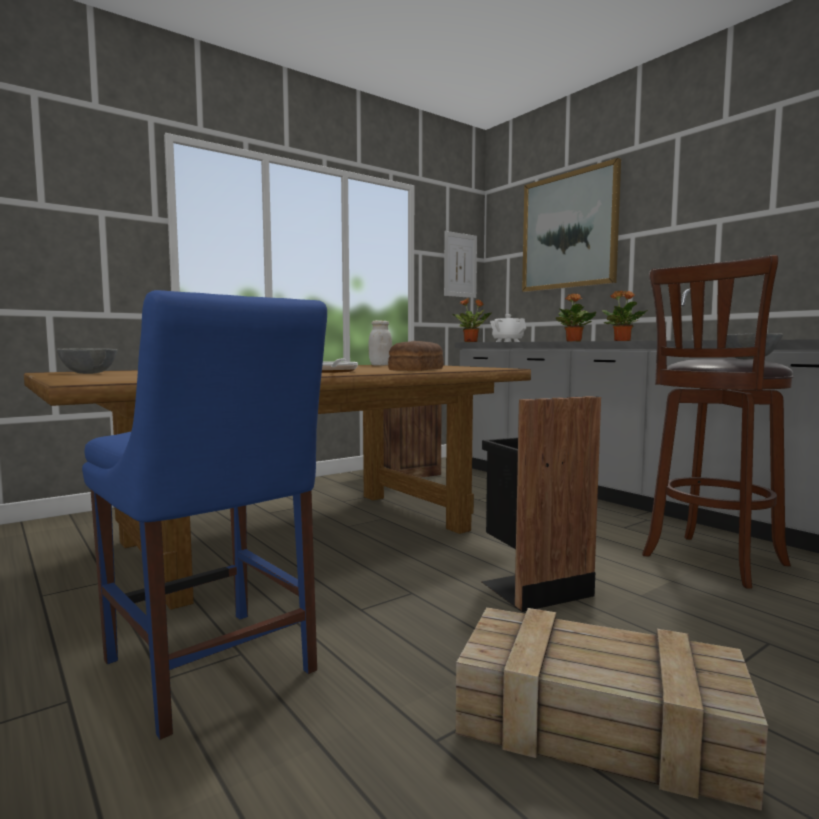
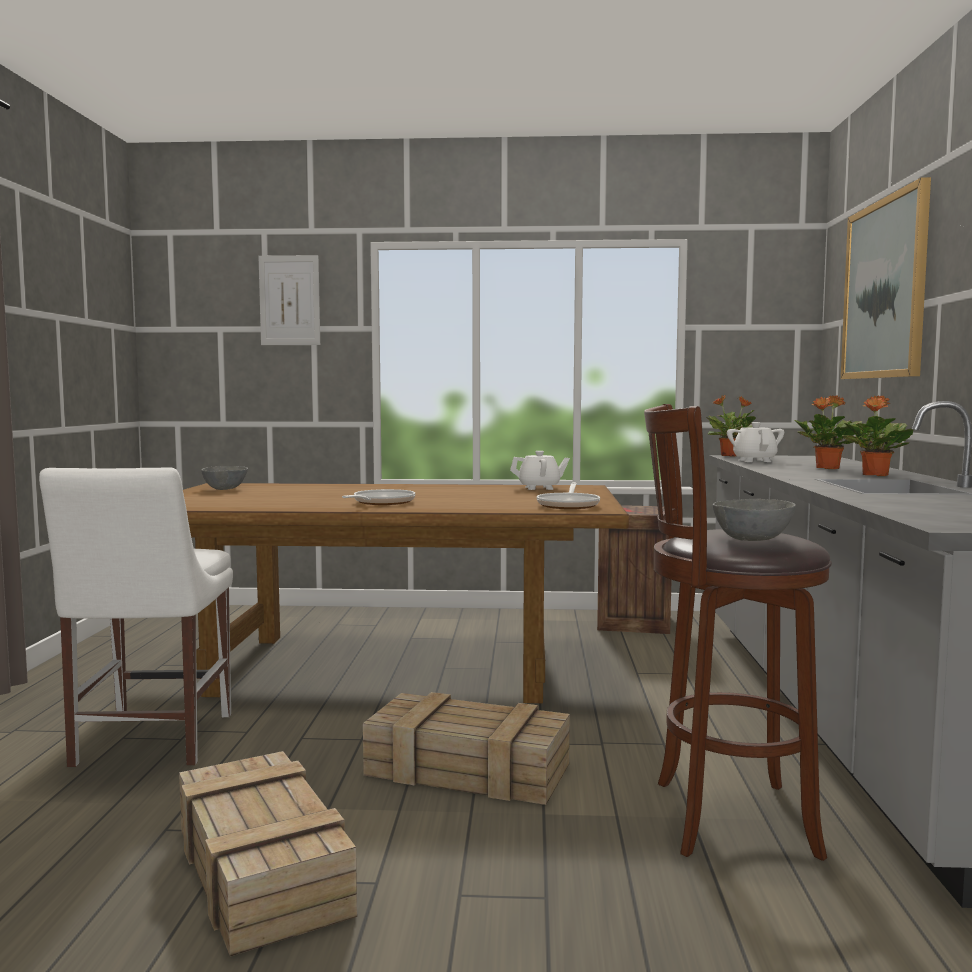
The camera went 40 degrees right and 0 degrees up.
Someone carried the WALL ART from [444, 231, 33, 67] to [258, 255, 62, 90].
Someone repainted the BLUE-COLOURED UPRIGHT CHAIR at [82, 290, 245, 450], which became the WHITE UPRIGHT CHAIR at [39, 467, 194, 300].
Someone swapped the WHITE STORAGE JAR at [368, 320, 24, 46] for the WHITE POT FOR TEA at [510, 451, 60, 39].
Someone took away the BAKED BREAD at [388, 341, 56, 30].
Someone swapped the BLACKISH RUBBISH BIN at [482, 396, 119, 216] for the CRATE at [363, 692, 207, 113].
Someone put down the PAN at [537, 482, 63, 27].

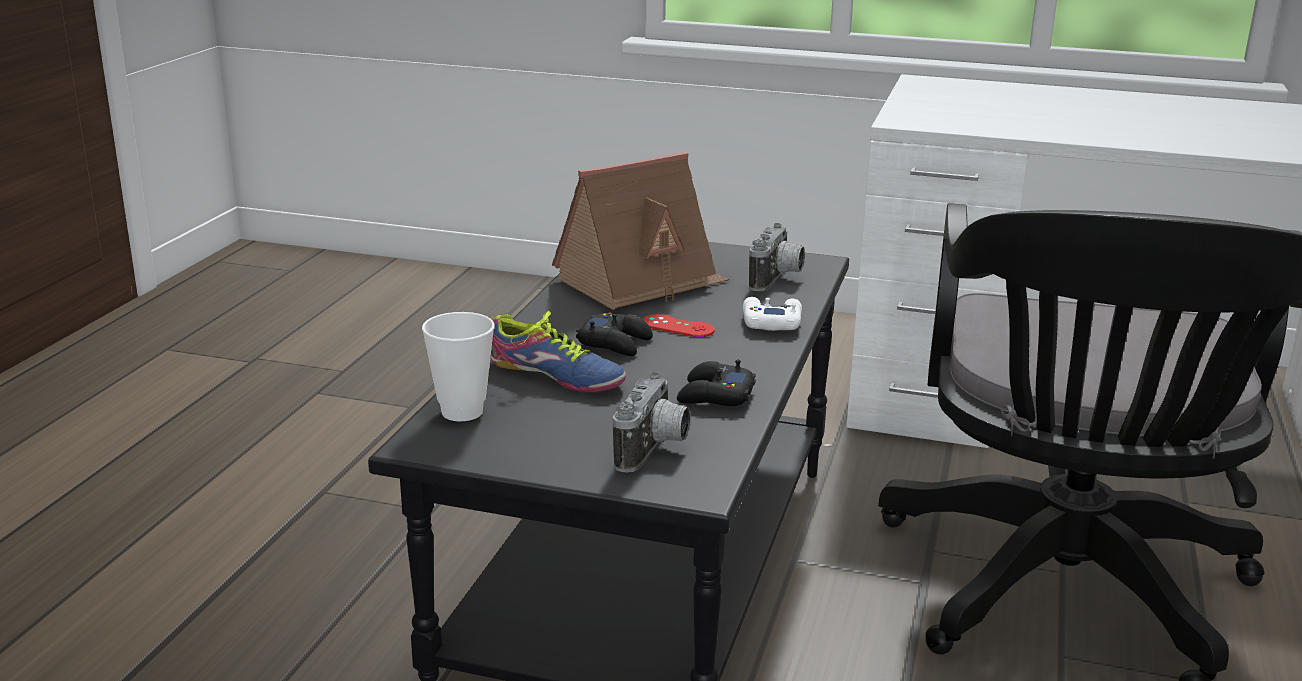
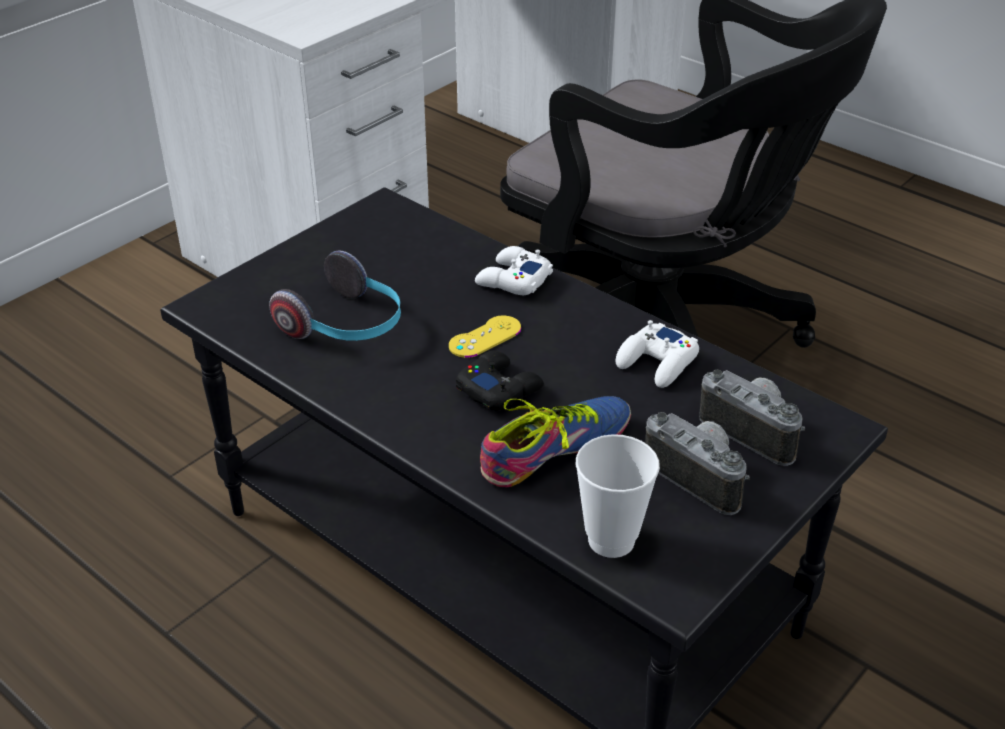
The camera went 65 degrees left and 15 degrees up.
Someone swapped the MINIATURE HOUSE at [552, 152, 177, 158] for the HEADSET at [269, 251, 132, 90].
Someone carried the STILL CAMERA from [749, 223, 56, 68] to [645, 412, 105, 103].
Someone repainted the REDDISH JOYPAD at [643, 314, 72, 23], which became the YELLOW-COLOURED JOYPAD at [449, 316, 72, 42].
Someone repainted the BLACKISH JOYPAD at [677, 360, 79, 46], which became the WHITE JOYPAD at [616, 320, 83, 68].

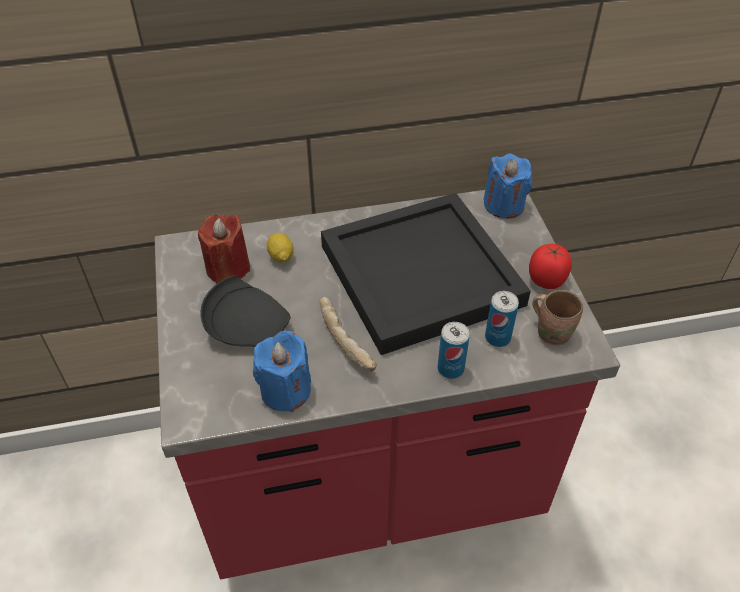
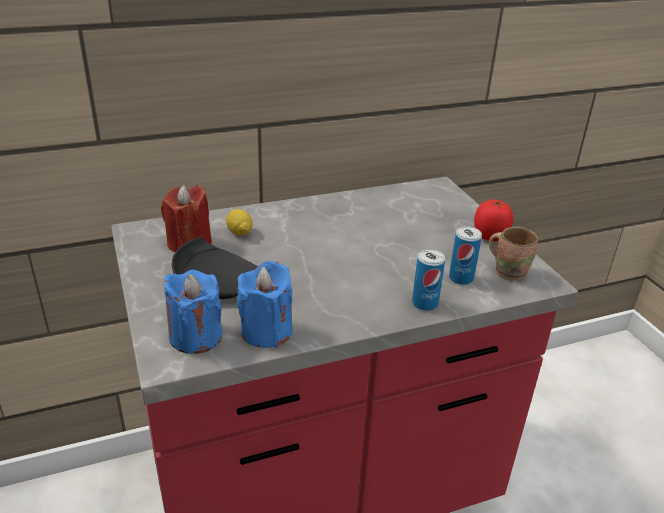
The camera went 10 degrees left and 15 degrees down.
Someone carried the BLUE-COLOURED WAX CANDLE from [484, 154, 48, 65] to [164, 270, 58, 84].
Someone took away the BLACKISH CARRYING TRAY at [321, 193, 210, 162].
Someone took away the BAKED BREAD at [320, 297, 57, 74].

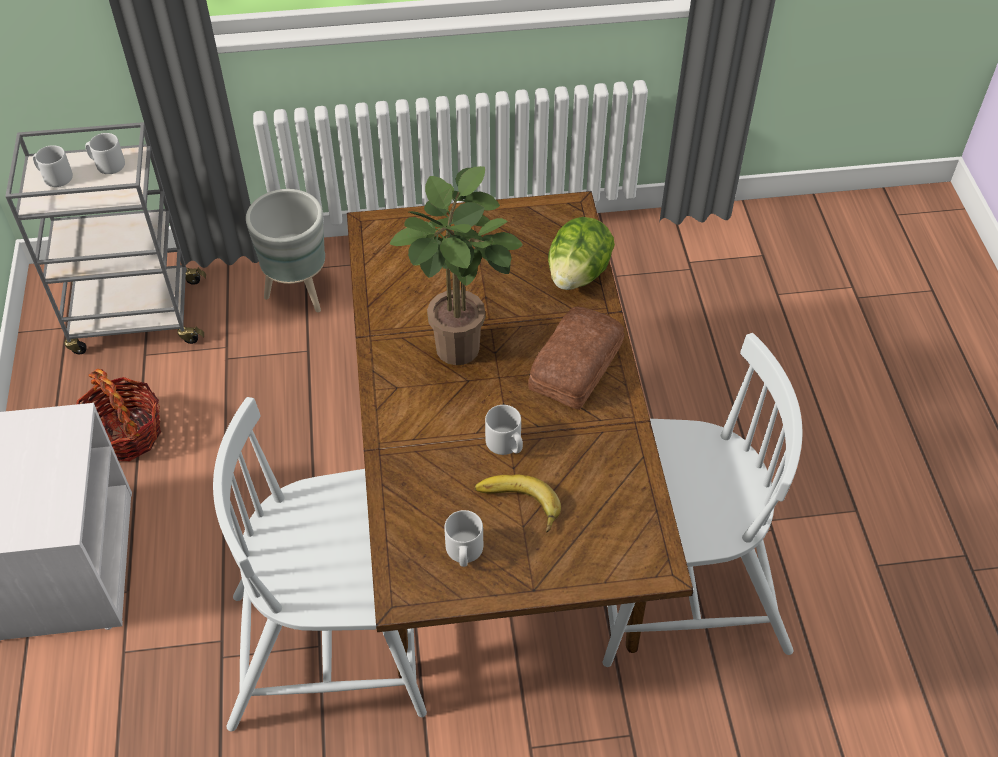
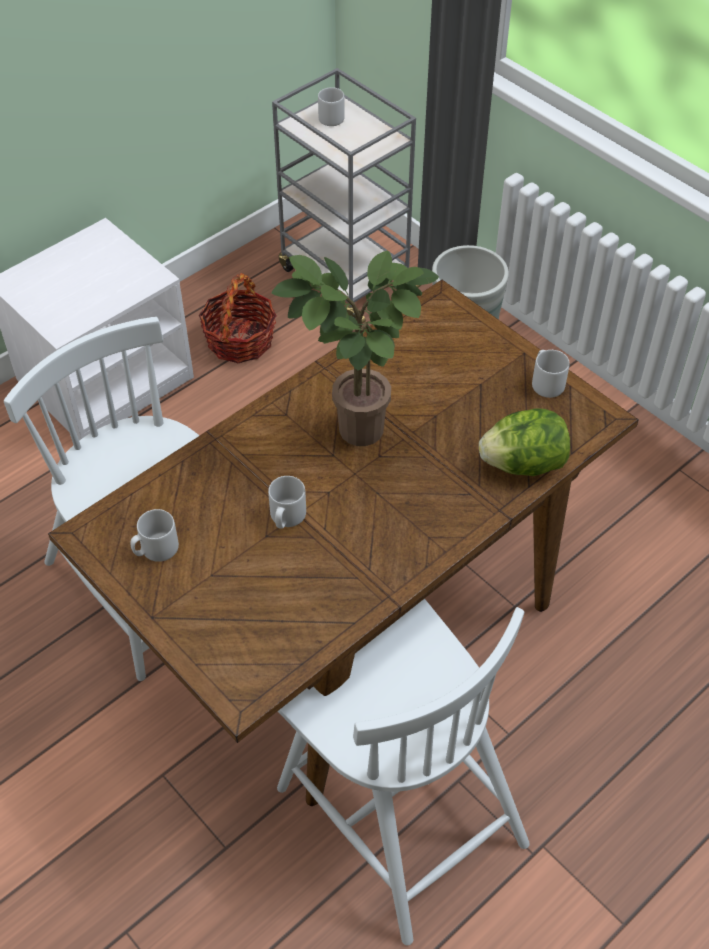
The camera went 55 degrees right and 0 degrees up.
Someone carried the GREY TEA MUG from [85, 133, 40, 41] to [532, 350, 38, 48].
Someone took away the BAKED BREAD at [528, 307, 97, 103].
Someone took away the WHOLE BANANA at [475, 474, 86, 59].

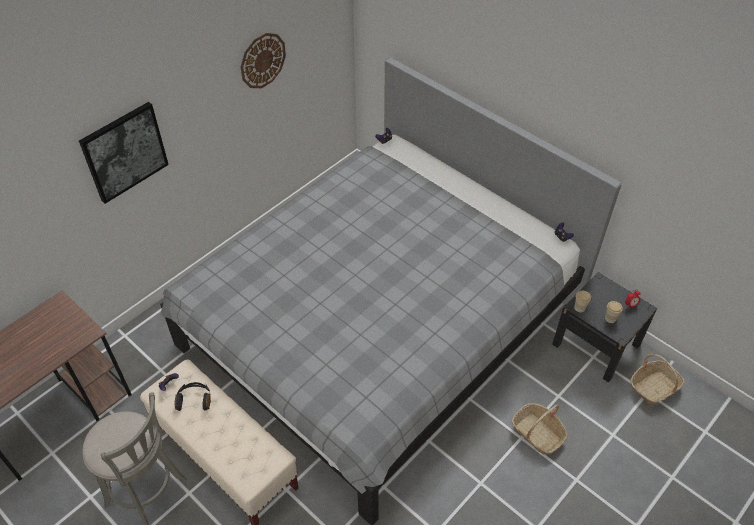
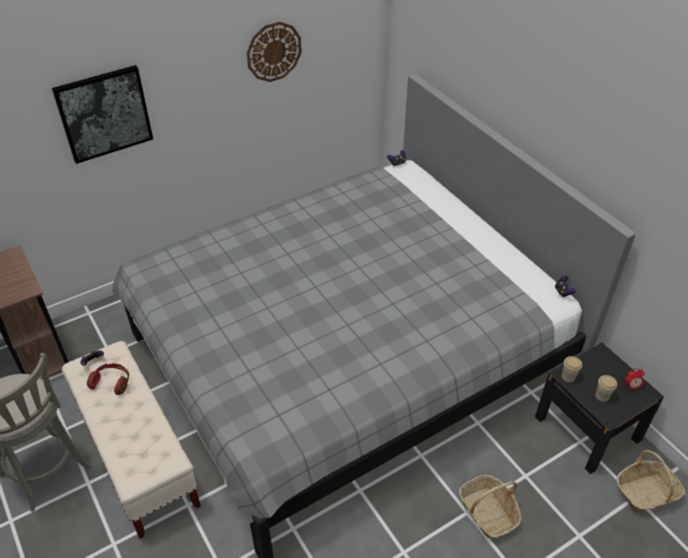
The camera went 15 degrees right and 5 degrees down.
Someone repainted the BLACKISH HEADSET at [175, 382, 36, 29], which became the REDDISH HEADSET at [87, 363, 42, 32].

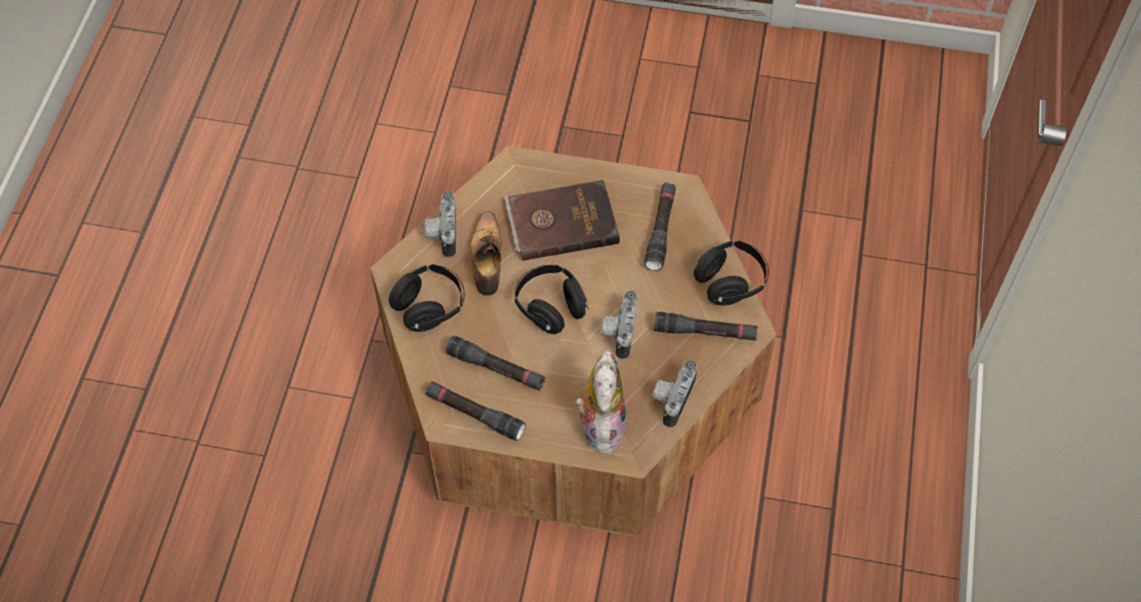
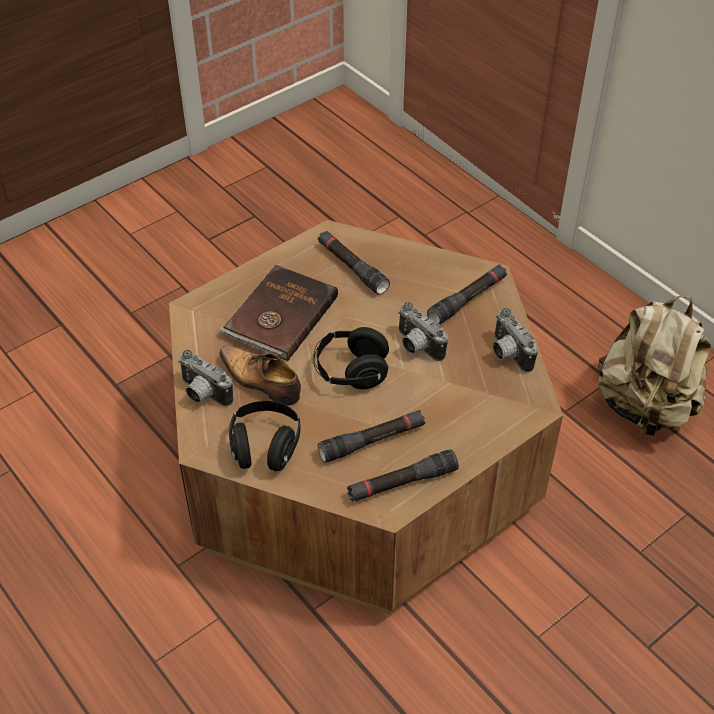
The camera went 50 degrees left and 10 degrees down.
Someone took away the BLACKISH HEADSET at [693, 240, 76, 66].
Someone took away the CUDDLY TOY at [575, 350, 52, 104].
Someone put down the BEIGE-COLOURED BACKPACK at [598, 295, 113, 141].

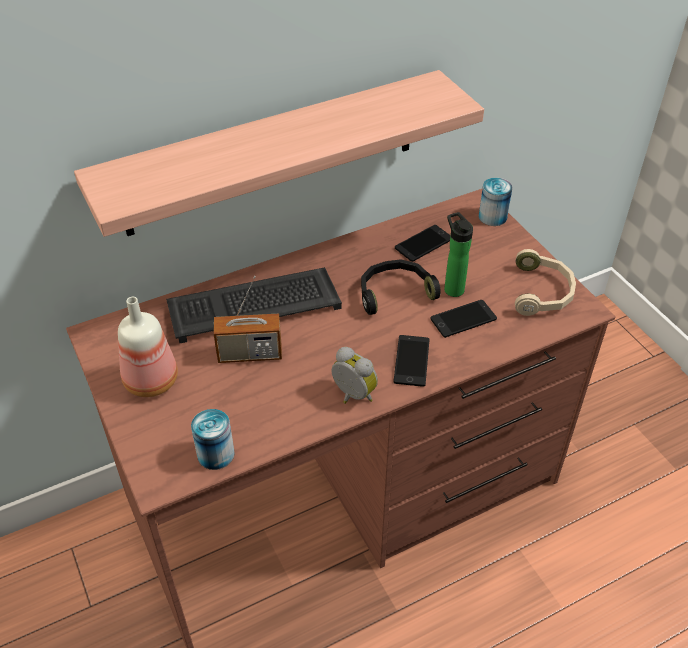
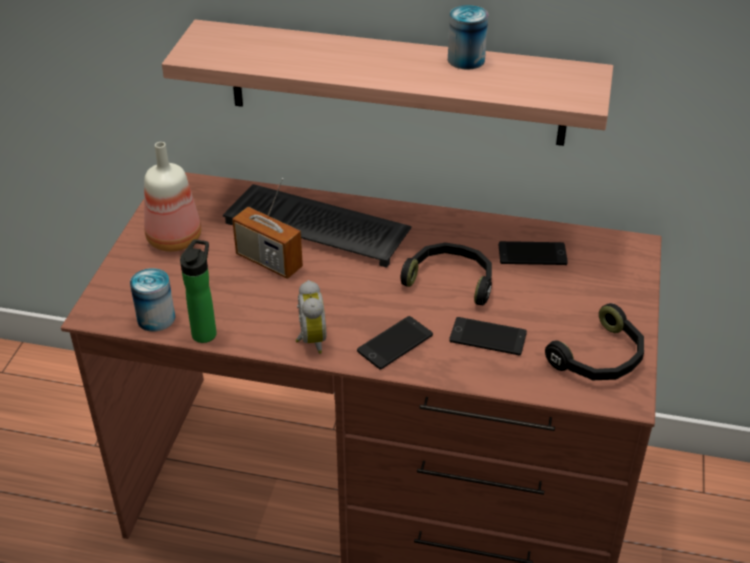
The camera went 40 degrees right and 5 degrees down.
Someone carried the SEALED CAN from [479, 178, 33, 48] to [448, 5, 40, 65].
Someone carried the BOTTLE from [444, 212, 29, 85] to [180, 239, 37, 104].
Someone repainted the BEIGE-COLOURED HEADSET at [515, 249, 61, 67], which became the BLACKISH HEADSET at [545, 303, 99, 77].

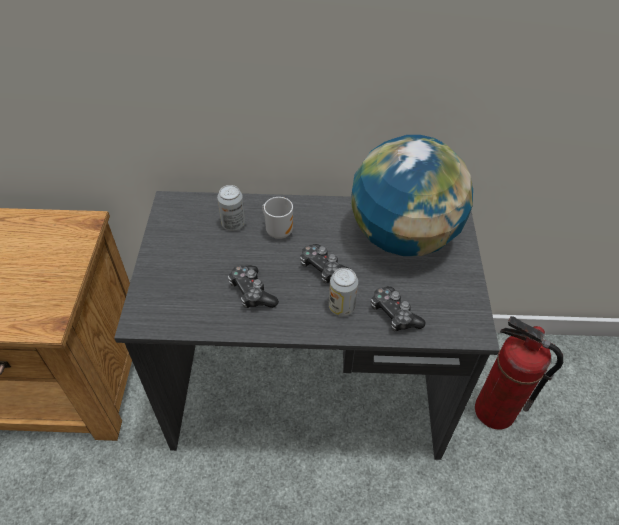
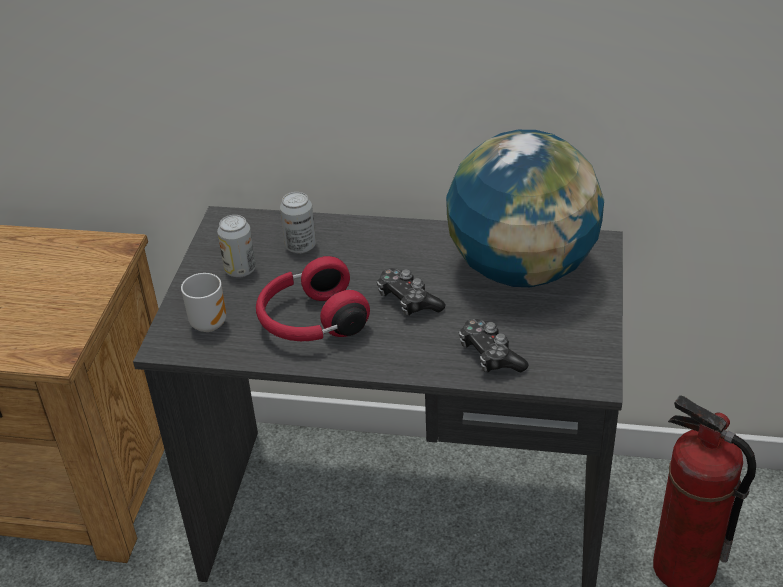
The camera went 10 degrees right and 10 degrees down.
Someone carried the TEA MUG from [262, 197, 31, 42] to [181, 273, 45, 59].
Someone swapped the JOYPAD at [228, 265, 51, 43] for the REDDISH HEADSET at [256, 256, 114, 85].
Someone carried the SEALED CAN from [329, 268, 29, 48] to [217, 215, 39, 63].

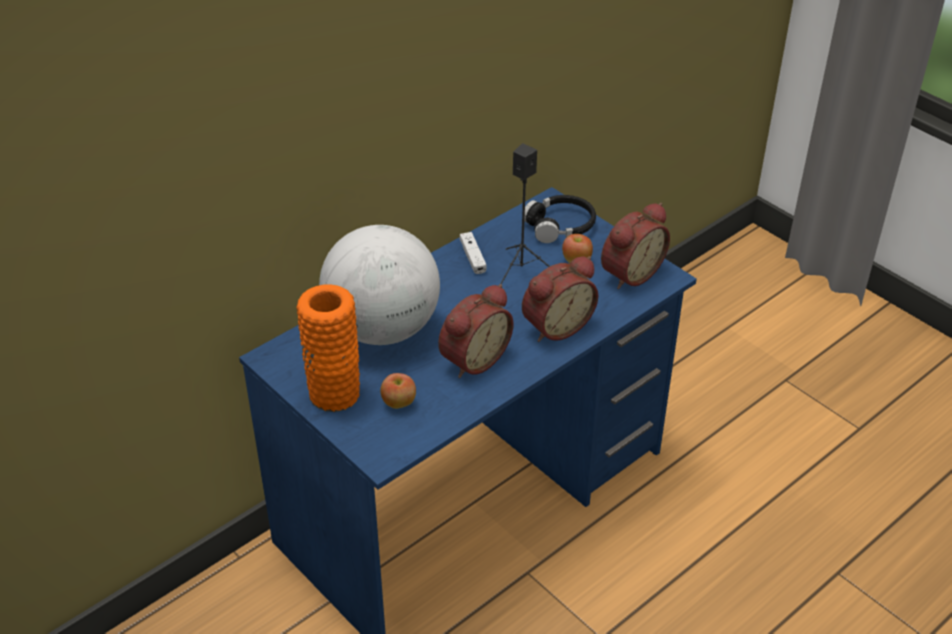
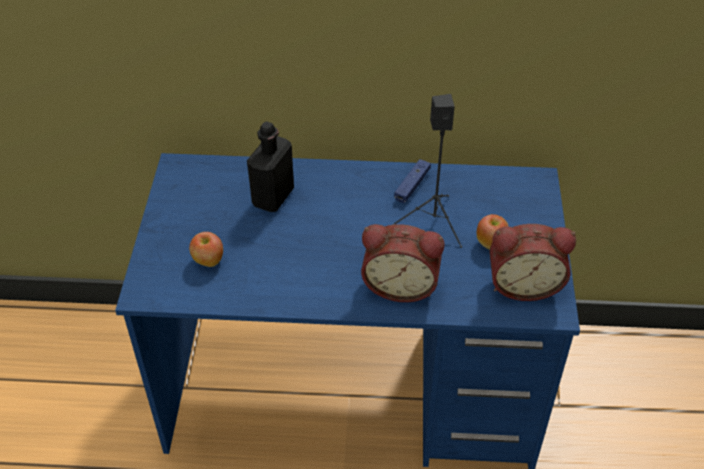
The camera went 45 degrees right and 5 degrees up.
Someone took away the BLACKISH HEADSET at [524, 195, 72, 48].
Someone swapped the DESK GLOBE at [319, 225, 121, 120] for the BLACKISH BOTTLE at [247, 121, 47, 91].
Someone repainted the WHITE JOYPAD at [460, 232, 27, 42], which became the BLUE-COLOURED JOYPAD at [394, 159, 37, 44].
Someone took away the ORANGE-COLOURED DECORATIVE VASE at [297, 284, 63, 128].
Someone took away the TABLE CLOCK at [438, 284, 76, 94].

